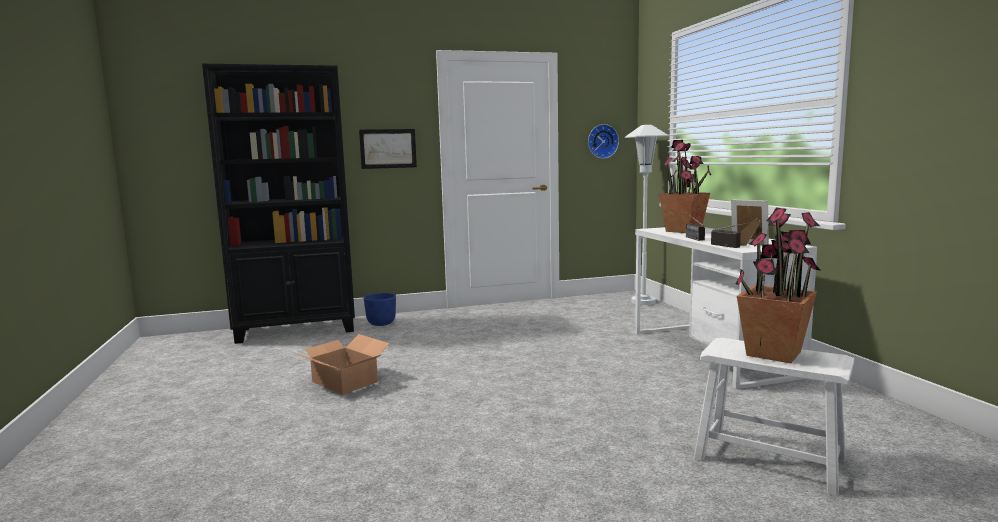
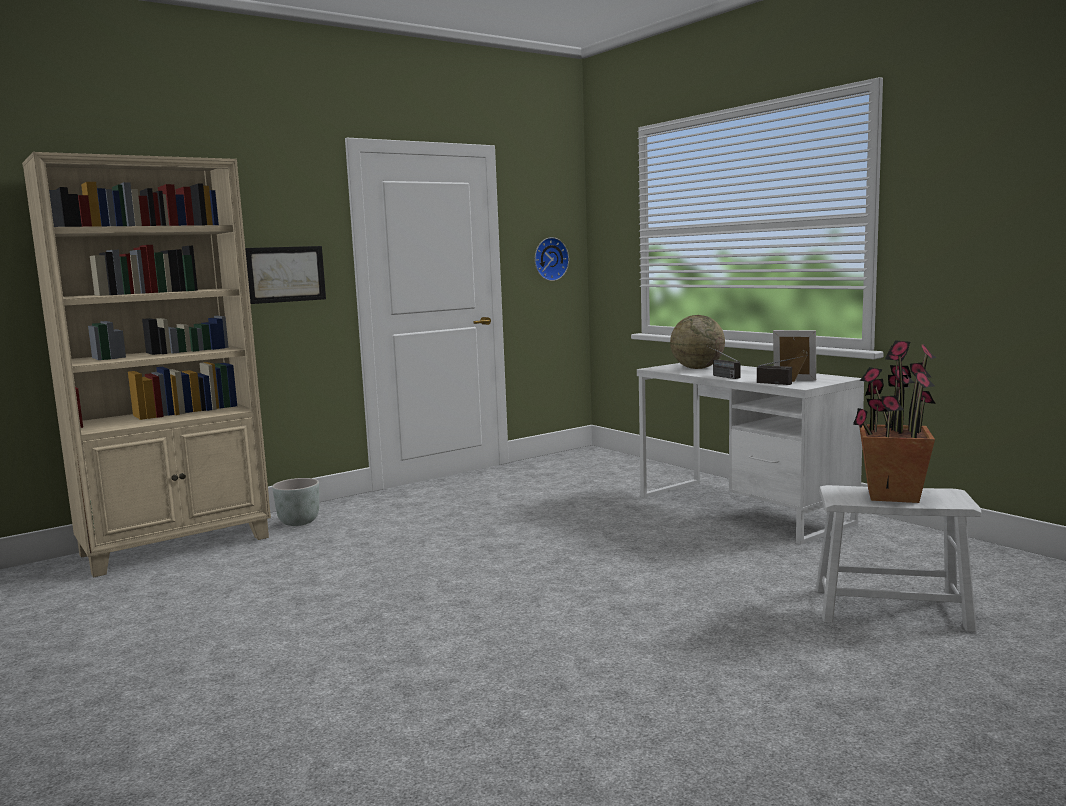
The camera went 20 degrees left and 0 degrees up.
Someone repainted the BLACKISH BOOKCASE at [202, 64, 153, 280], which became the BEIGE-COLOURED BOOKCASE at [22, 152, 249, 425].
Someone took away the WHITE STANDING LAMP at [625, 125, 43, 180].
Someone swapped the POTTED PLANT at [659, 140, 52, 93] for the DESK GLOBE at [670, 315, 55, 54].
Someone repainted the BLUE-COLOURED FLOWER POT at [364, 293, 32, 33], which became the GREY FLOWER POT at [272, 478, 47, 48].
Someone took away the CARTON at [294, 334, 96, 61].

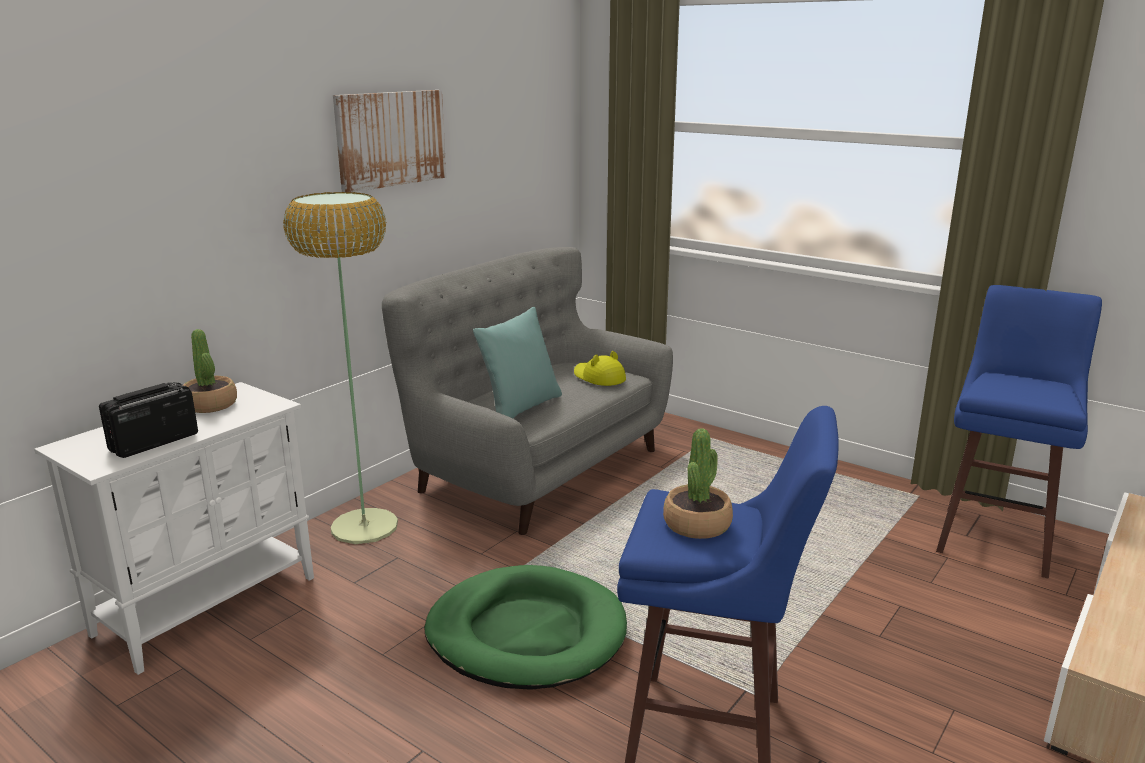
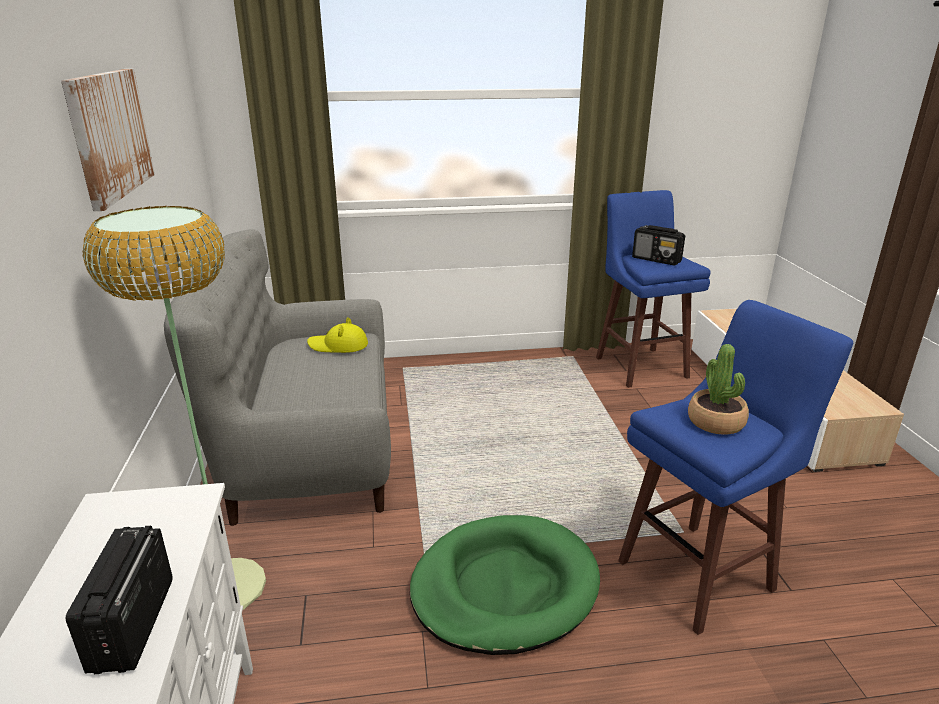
The camera went 45 degrees left and 5 degrees up.
Someone took away the TURQUOISE THROW PILLOW at [473, 307, 89, 111].
Someone took away the POTTED PLANT at [183, 329, 54, 84].
Someone put down the RADIO at [632, 225, 53, 40].

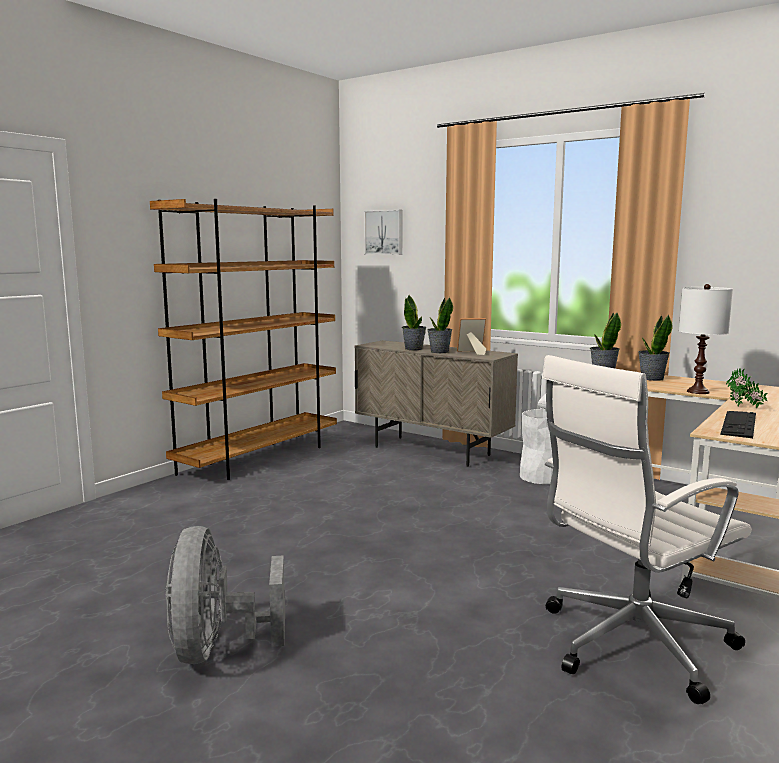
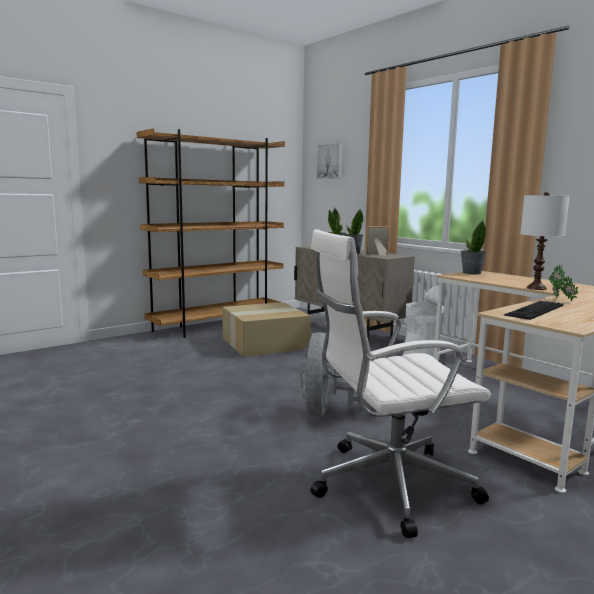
The camera went 15 degrees right and 0 degrees up.
Someone took away the POTTED PLANT at [638, 315, 34, 66].
Someone carried the GREY FAN from [165, 526, 120, 138] to [300, 332, 72, 85].
Someone put down the CARTON at [222, 302, 89, 55].

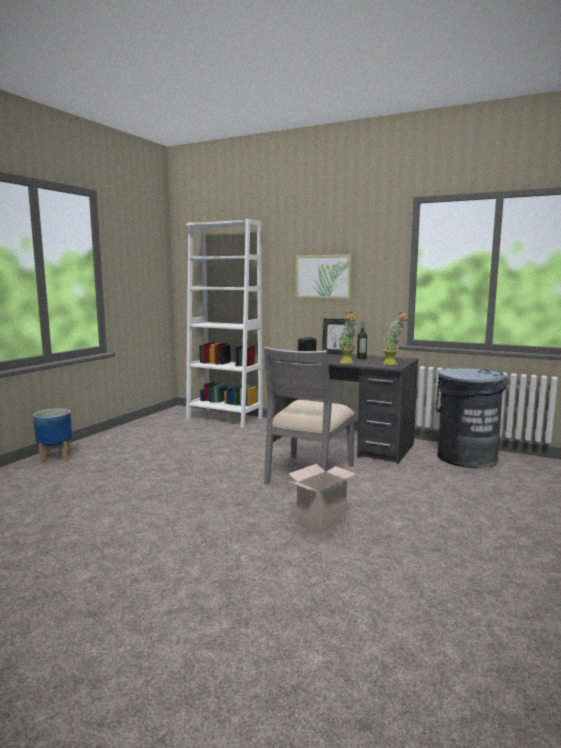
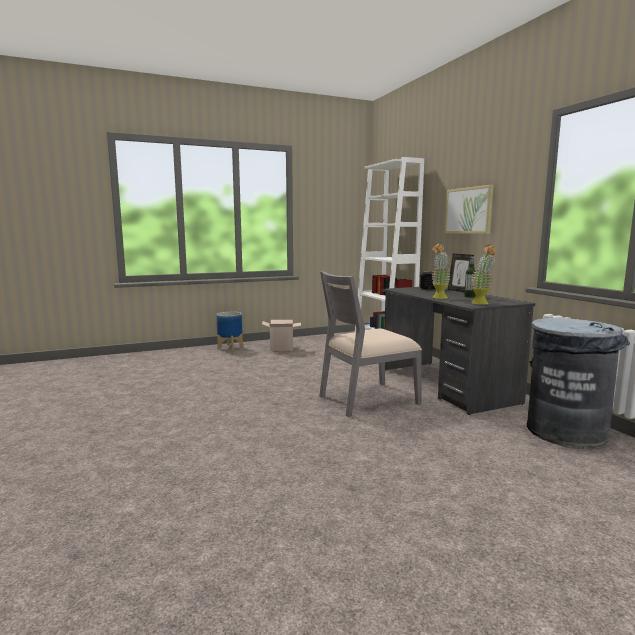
The camera went 40 degrees right and 0 degrees up.
Someone carried the CARTON from [289, 464, 67, 70] to [262, 320, 39, 31].

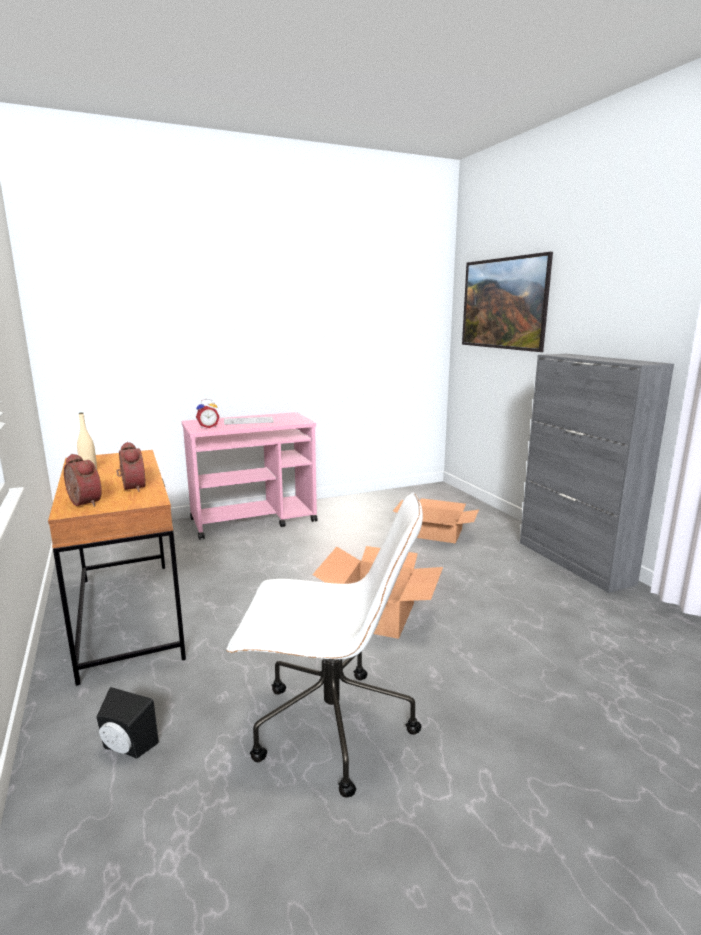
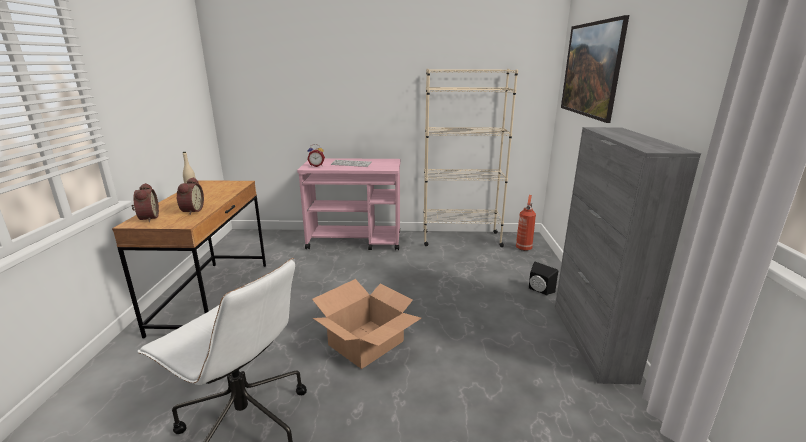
The camera went 25 degrees right and 5 degrees up.
Someone took away the CARTON at [393, 498, 86, 45].
Someone carried the BLACKISH SPEAKER from [97, 687, 62, 72] to [529, 262, 29, 34].
Someone put down the BEIGE-COLOURED BOOKCASE at [423, 69, 95, 178].
Someone put down the EXTINGUISHER at [516, 195, 20, 56].

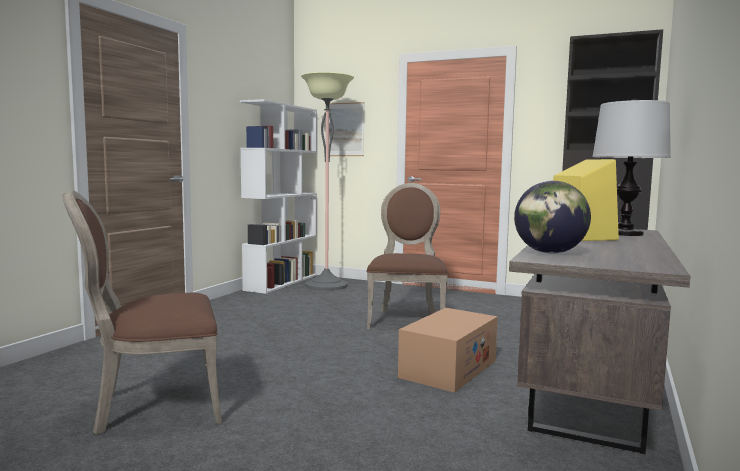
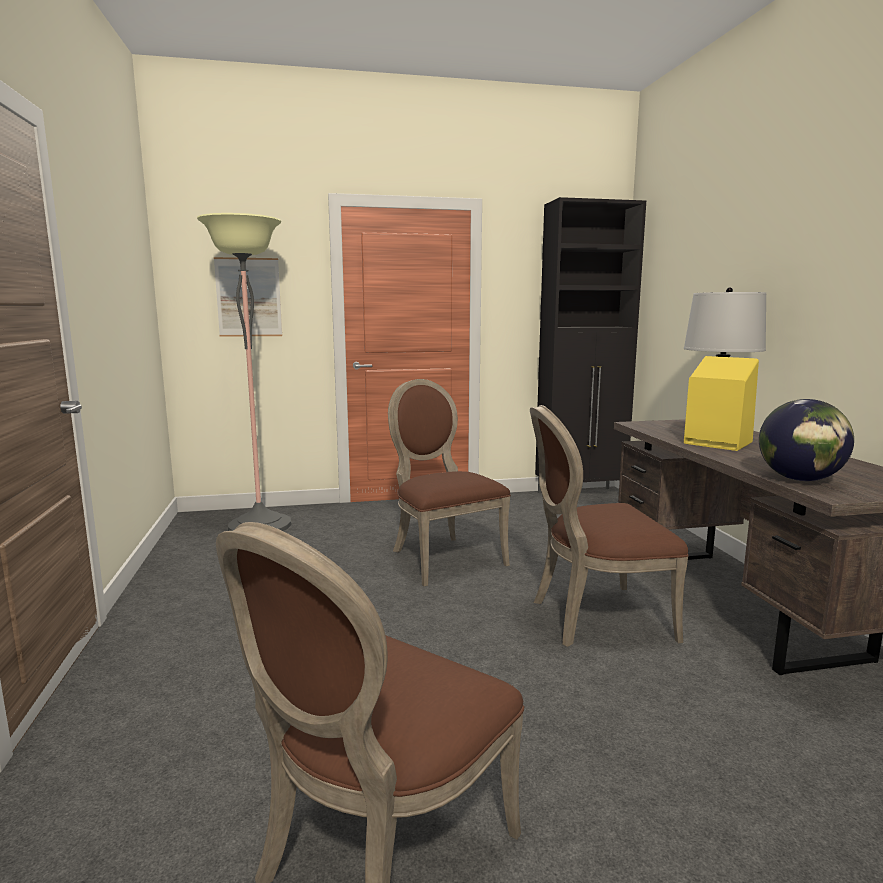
The camera went 35 degrees left and 5 degrees up.
Someone took away the WHITE BOOKCASE at [240, 99, 77, 195].
Someone swapped the CARTON at [398, 308, 100, 85] for the BROWN-COLOURED UPRIGHT CHAIR at [530, 405, 159, 242].

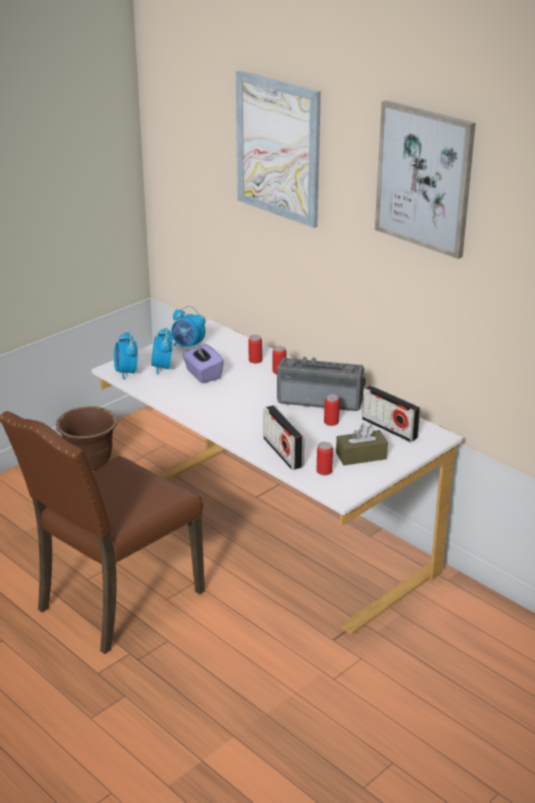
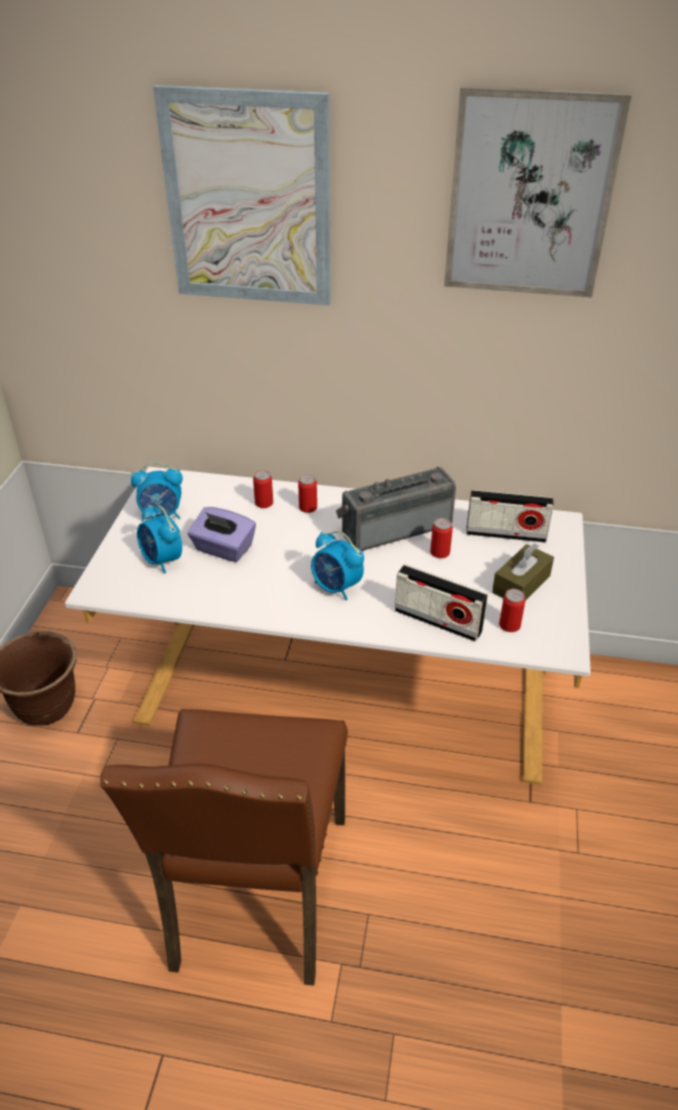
The camera went 35 degrees left and 10 degrees up.
Someone carried the TABLE CLOCK from [114, 332, 24, 48] to [311, 531, 53, 70].

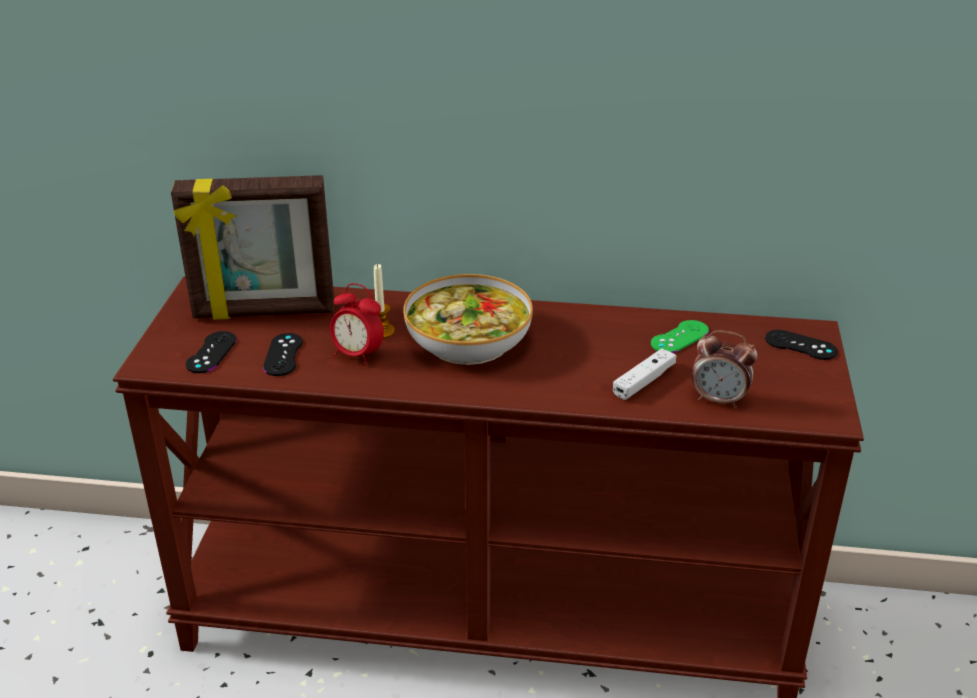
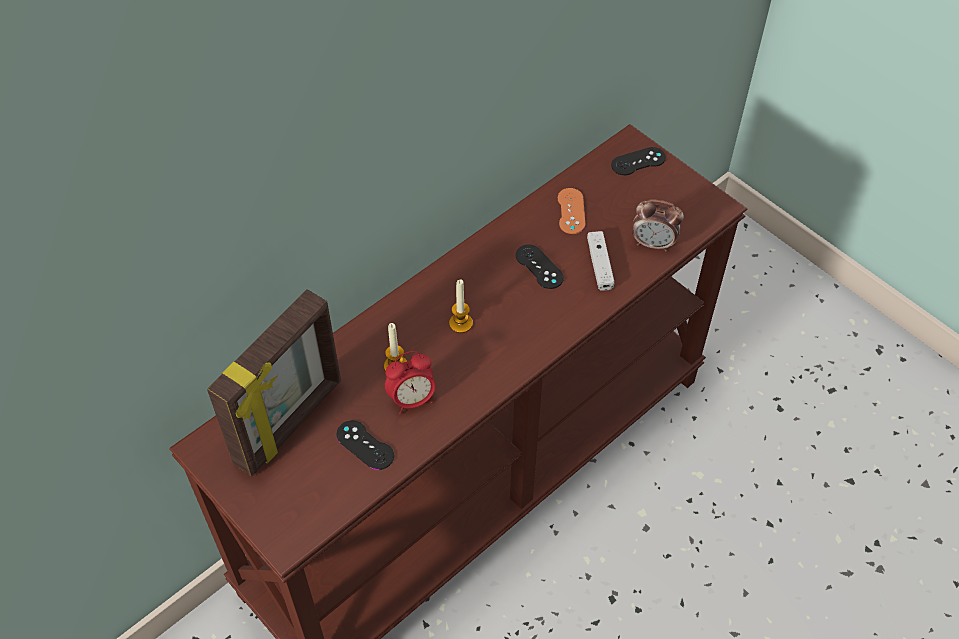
The camera went 50 degrees left and 20 degrees up.
Someone swapped the SERVING BOWL at [403, 274, 130, 91] for the WAX CANDLE at [449, 279, 24, 54].
Someone repainted the GREENISH JOYPAD at [651, 320, 58, 33], which became the ORANGE-COLOURED JOYPAD at [558, 188, 27, 46].
Someone rotated the TABLE CLOCK at [692, 330, 66, 78] by 45 degrees clockwise.
Someone carried the BLACKISH JOYPAD from [186, 331, 50, 42] to [516, 245, 48, 44].

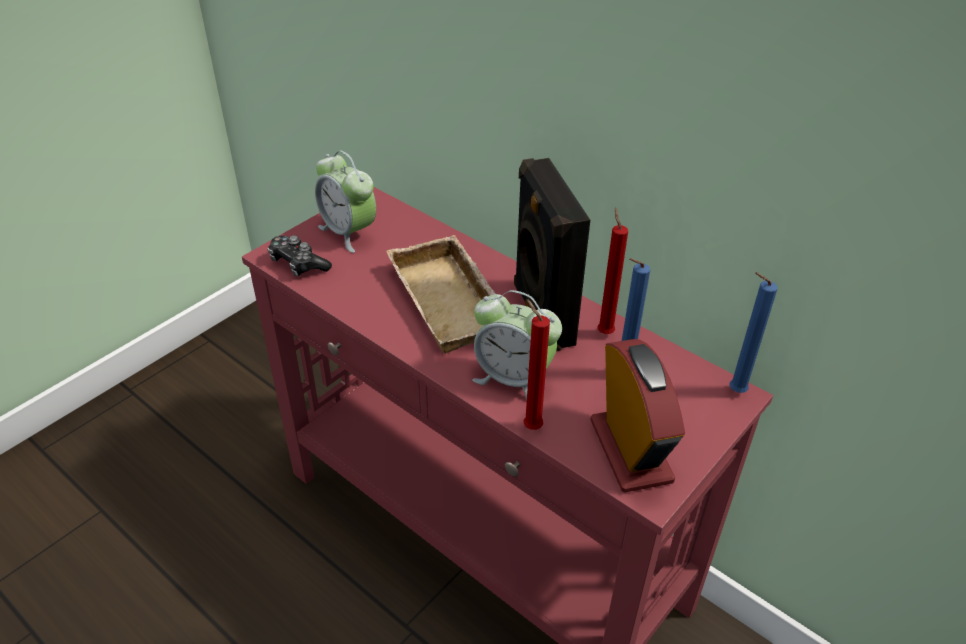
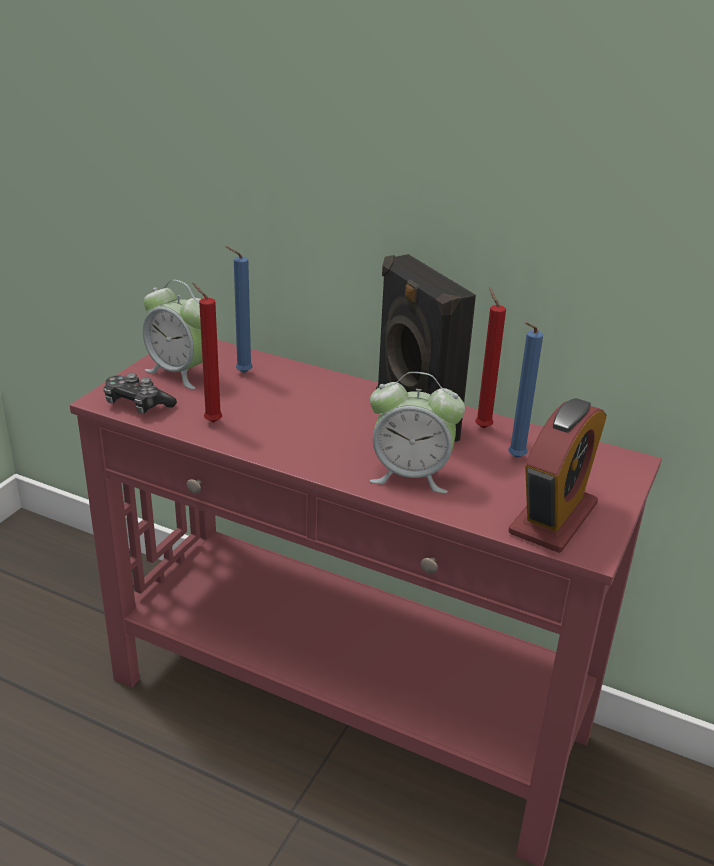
The camera went 15 degrees left and 10 degrees down.
Someone took away the BEIGE-COLOURED CARRYING TRAY at [386, 235, 110, 119].
Someone carried the BLUE-COLOURED WAX CANDLE from [729, 272, 49, 121] to [225, 246, 28, 127].
Someone carried the REDDISH WAX CANDLE from [524, 299, 26, 131] to [192, 283, 30, 140].
Someone rotated the TABLE CLOCK at [590, 339, 95, 153] by 60 degrees clockwise.

